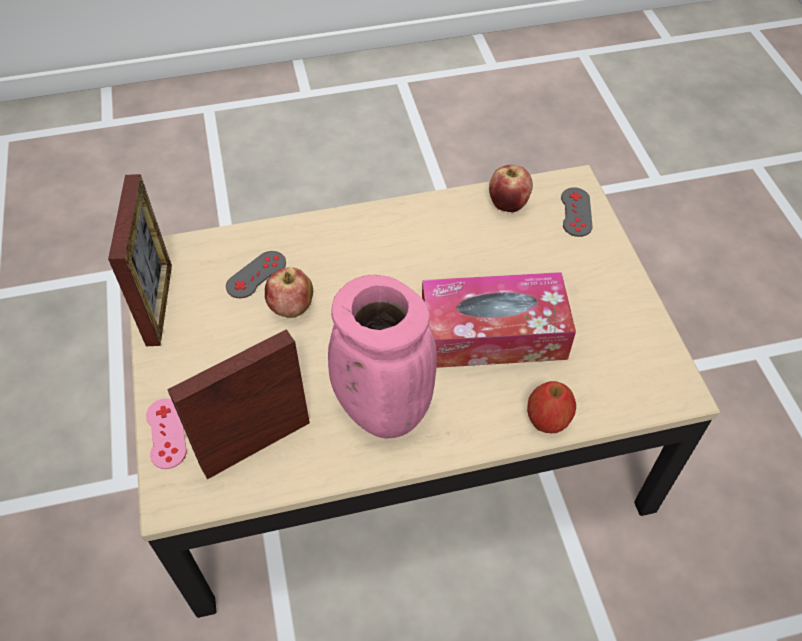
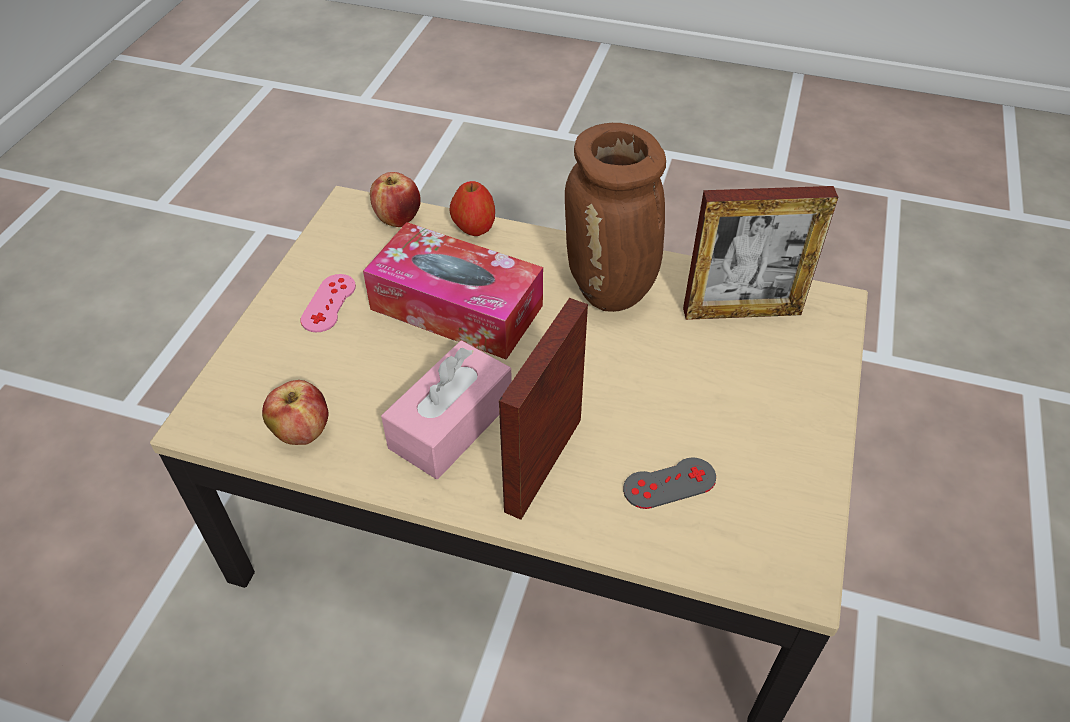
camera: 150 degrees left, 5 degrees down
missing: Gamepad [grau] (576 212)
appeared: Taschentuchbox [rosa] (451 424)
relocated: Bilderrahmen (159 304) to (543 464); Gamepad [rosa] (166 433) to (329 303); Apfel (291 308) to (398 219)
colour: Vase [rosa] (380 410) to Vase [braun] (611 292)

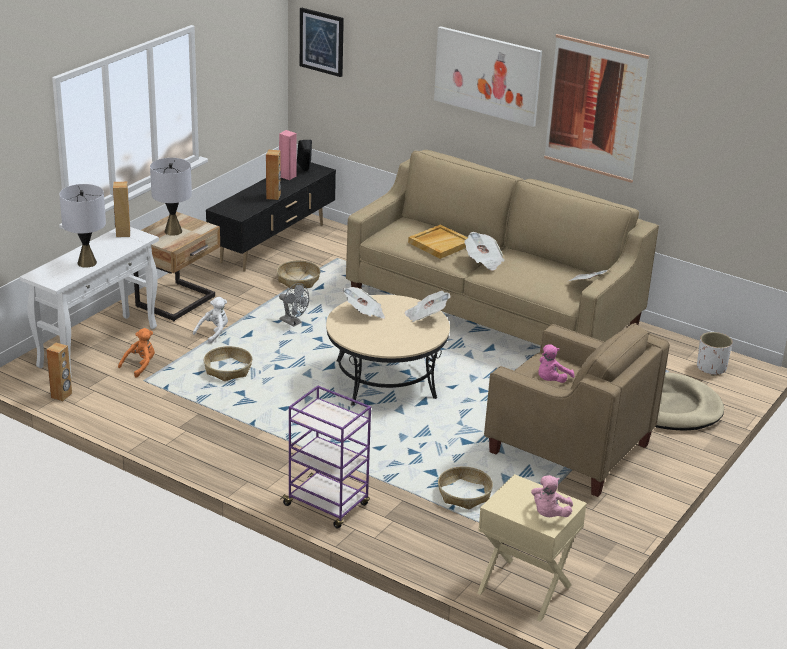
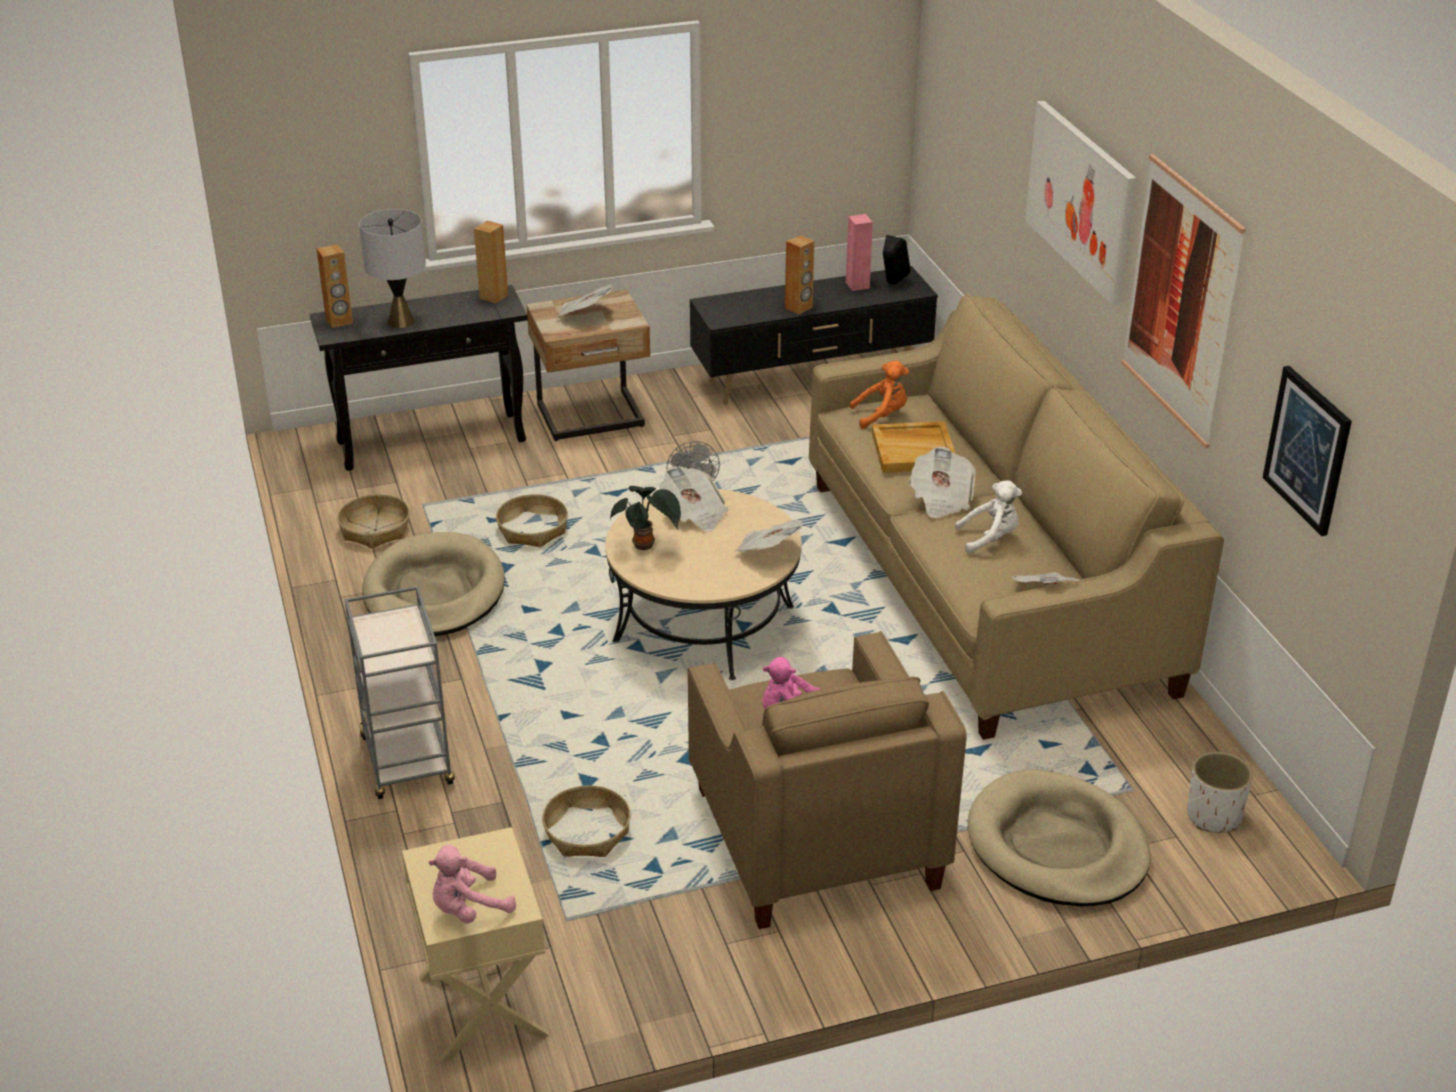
camera: 40 degrees right, 5 degrees up
appeared: Hundebett [beige] (434 592); Topfpflanze (646 546)
relocated: Lautsprecher [braun] (61 395) to (339 321); Plüschtier [orange] (140 366) to (882 415); Plüschtier [weiß] (214 333) to (990 538); Korb (298 280) to (375 530); Bild (322 42) to (1308 450)
exchanged: Tischlampe [grau] (173 231) to Zeitung (584 315)
colour: Konsolentisch [weiß] (98 346) to Konsolentisch [schwarz] (433 441); Rollwagen [lila] (327 505) to Rollwagen [grau] (408 762)

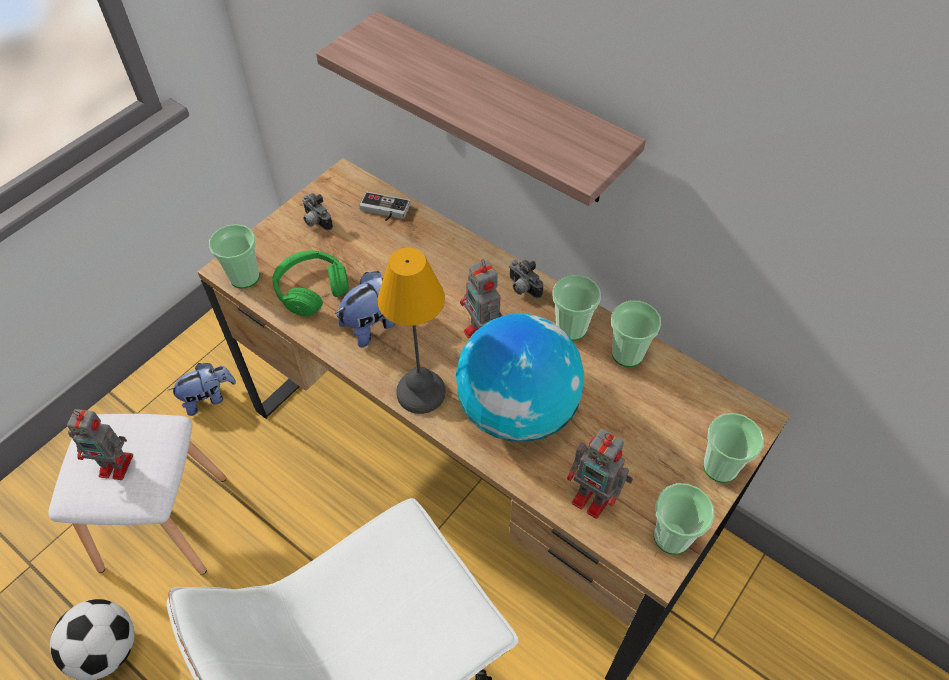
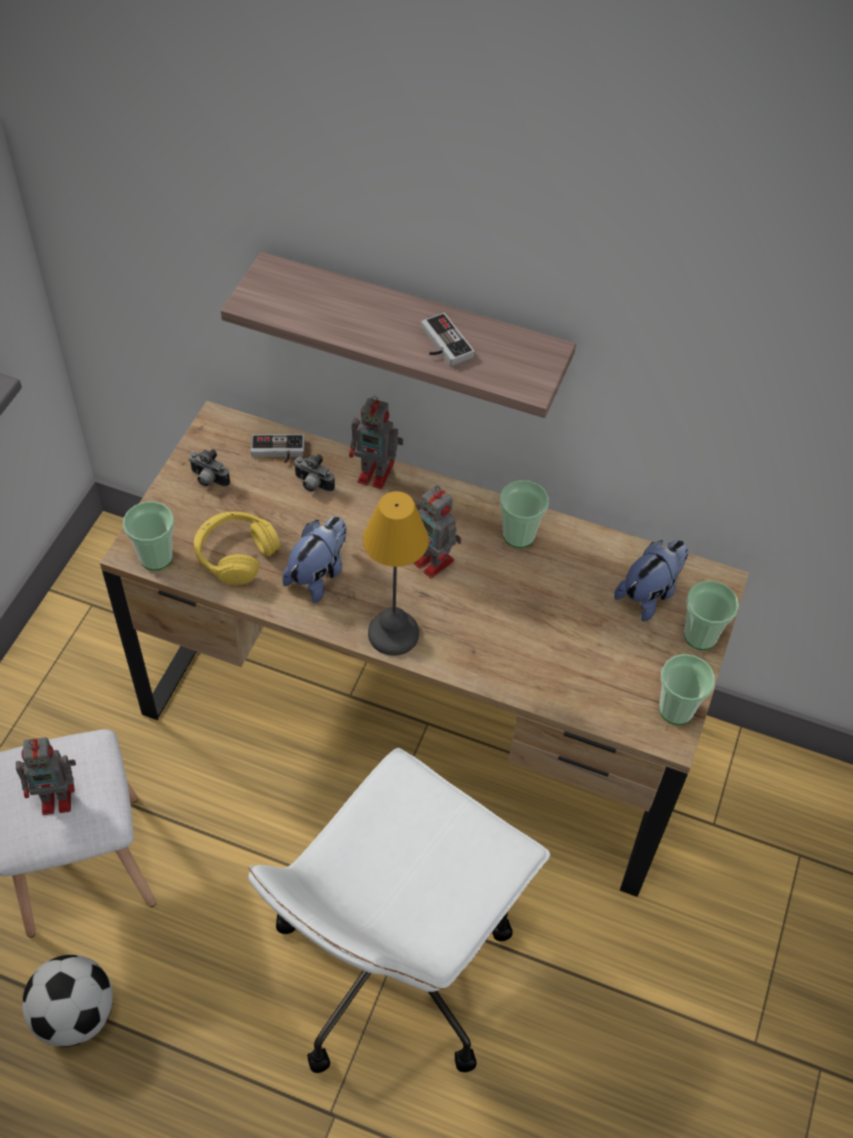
camera: 20 degrees left, 0 degrees up
missing: Globus (517 410); Tasse (627 354)
appeared: Gamepad (441 344)
relocated: Plüschtier (208 398) to (649 594); Kamera (522 289) to (312 485); Spielzeugroboter (595 498) to (376 475)
colour: Kopfhörer [grün] (311 289) to Kopfhörer [gelb] (235 554)

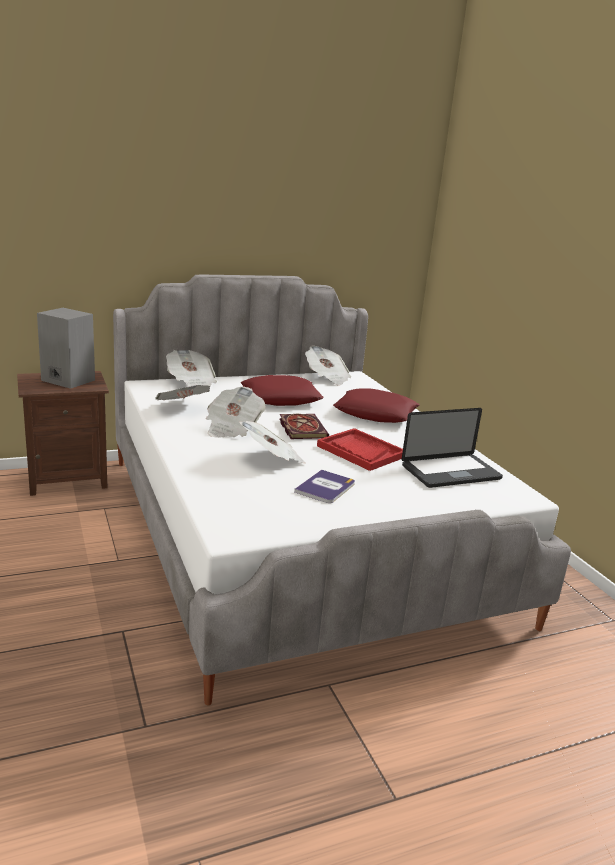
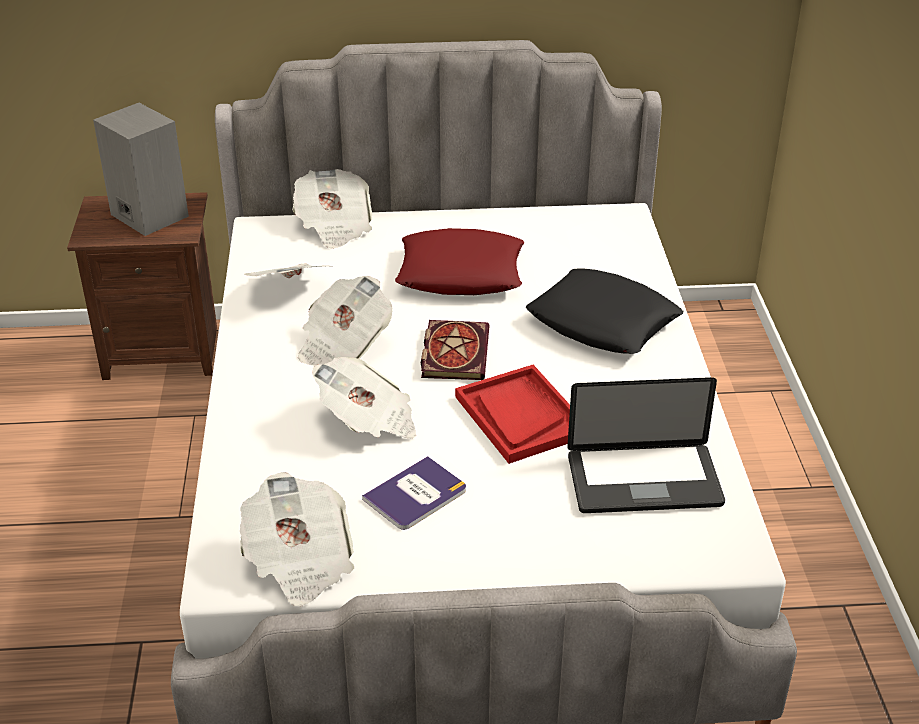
camera: 20 degrees right, 15 degrees up
relocated: Zeitung (327 378) to (299 561)
colour: Kissen [rot] (376 413) to Kissen [schwarz] (603 322)

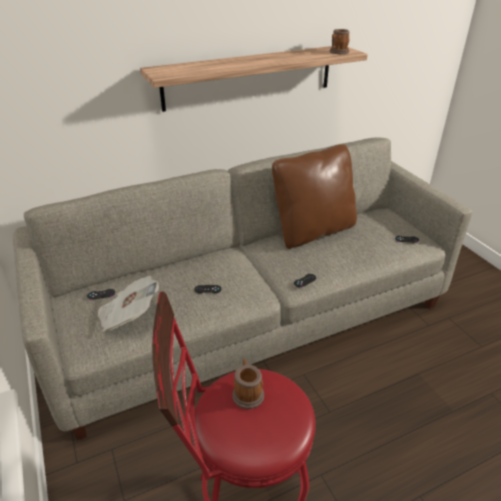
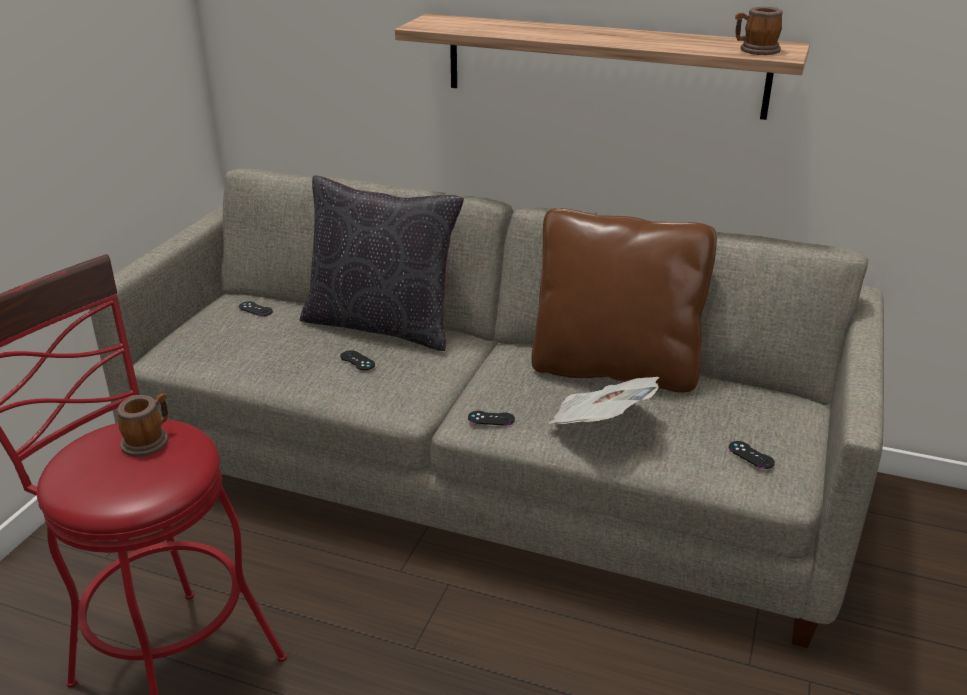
camera: 45 degrees right, 5 degrees down
appeared: Kissen [schwarz] (381 325)
relocated: Zeitung (128 316) to (600 424)

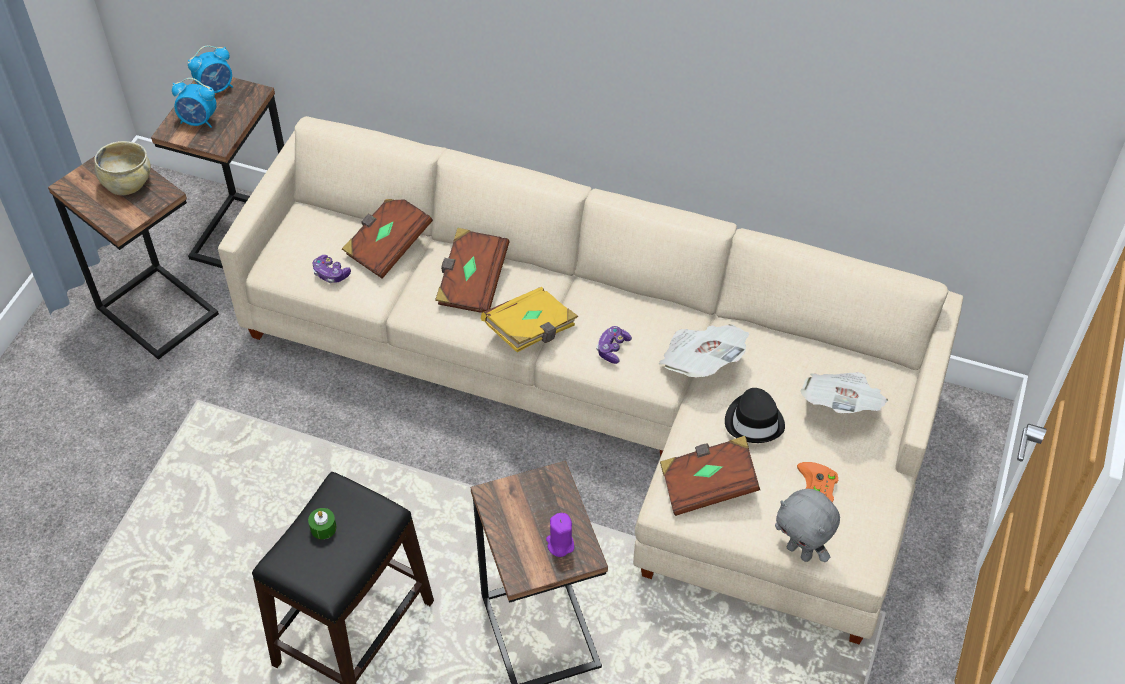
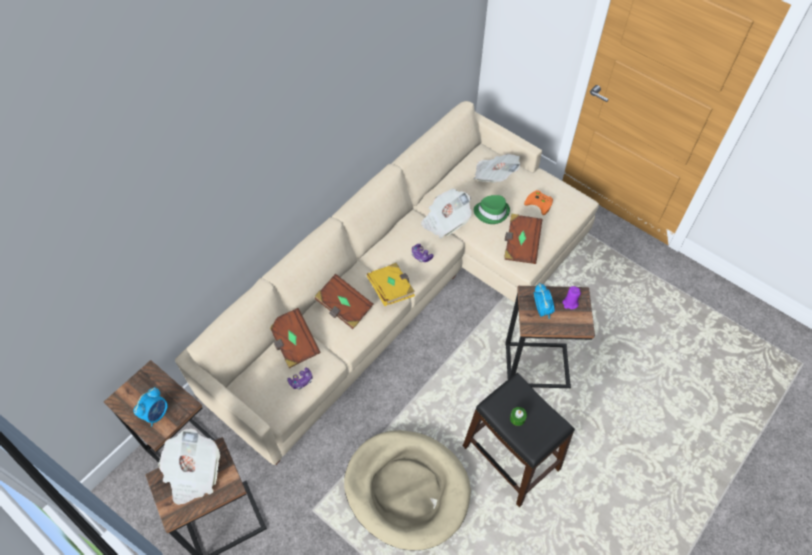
camera: 70 degrees left, 5 degrees up
missing: Plüschtier [grau] (800 551)
appeared: Hundebett [beige] (407 489)
relocated: Wecker (216 88) to (541 309)
exchanged: Schüssel [beige] (127 183) to Zeitung (192 473)
colour: Hut [schwarz] (754 421) to Hut [grün] (491 212)

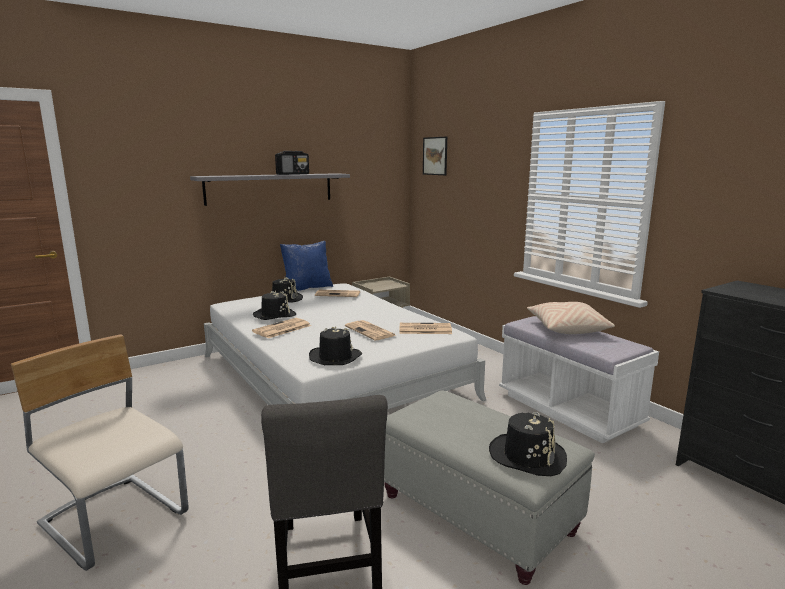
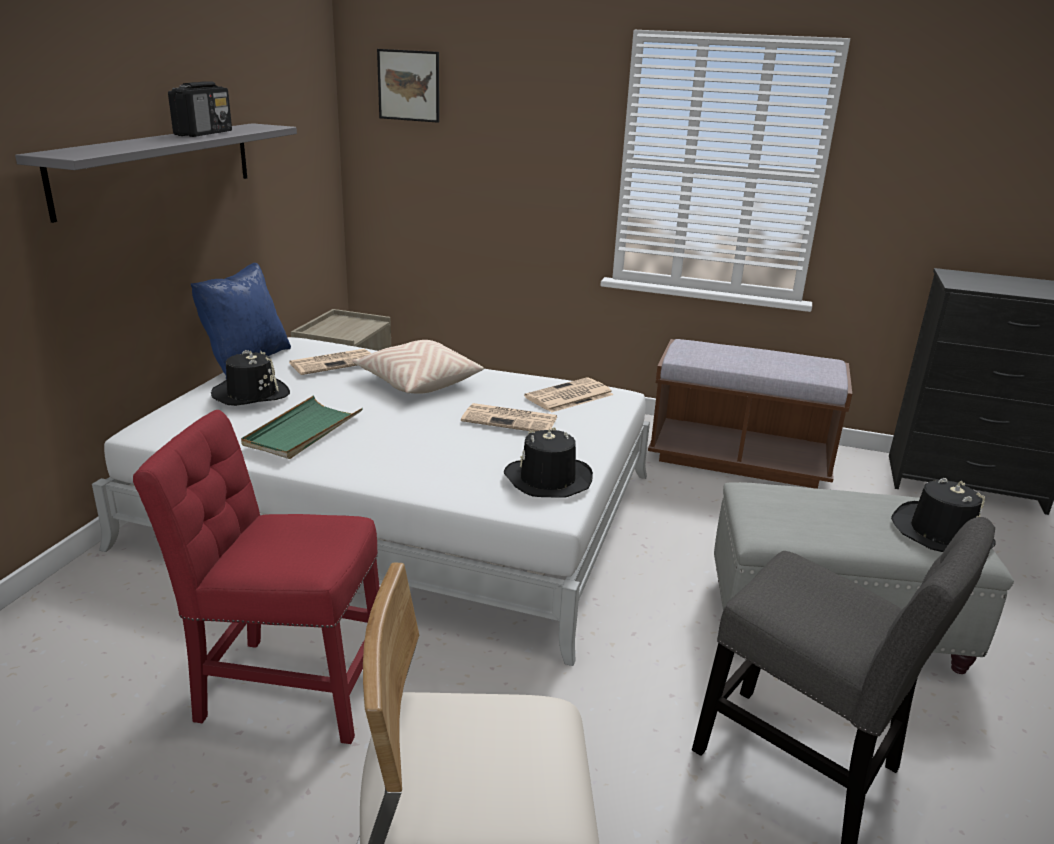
camera: 40 degrees left, 10 degrees up
missing: Zeitung (281 329)
appeared: Stuhl [rot] (285 688)
relocated: Kissen [beige] (566 328) to (417 382)
exchanged: Hut [schwarz] (274 315) to Tablett [grün] (303 431)
colour: Bank [weiß] (568 410) to Bank [braun] (739 459)

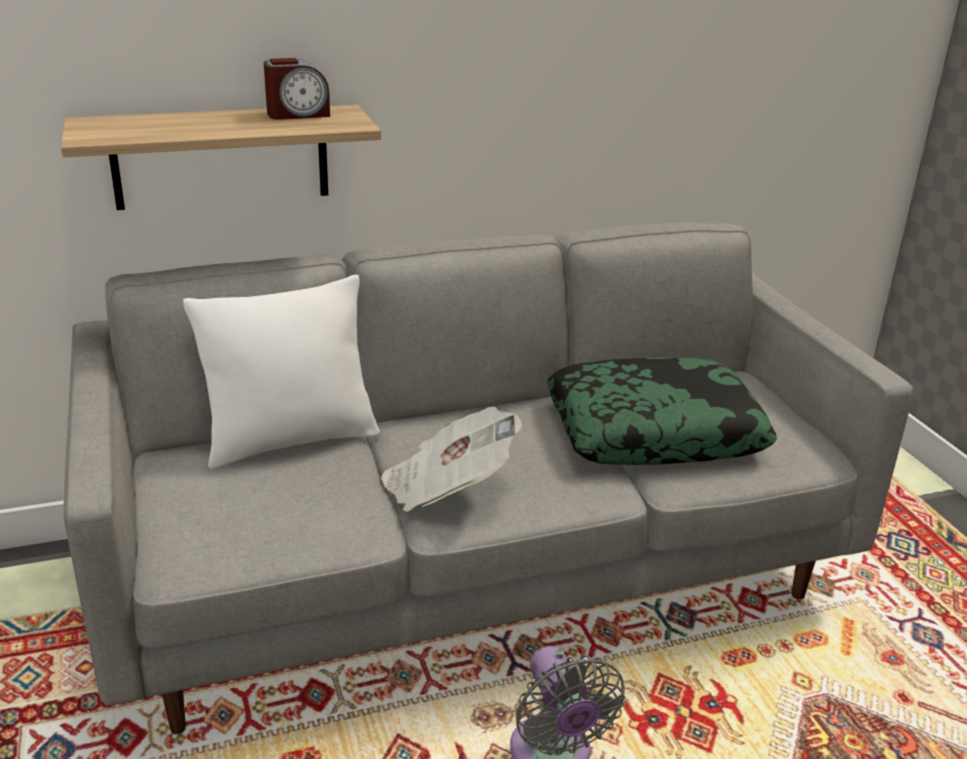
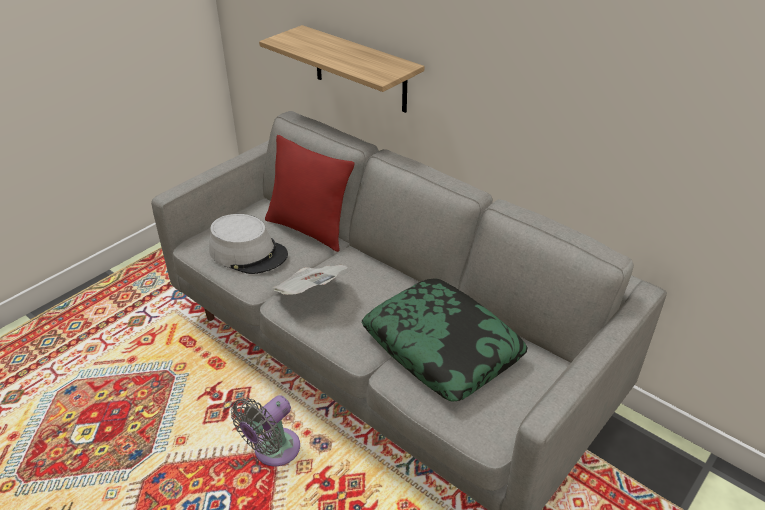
camera: 60 degrees right, 10 degrees up
missing: Wecker (298 114)
appeared: Hut [grau] (248 253)
colour: Kissen [weiß] (291 440) to Kissen [rot] (309 229)

